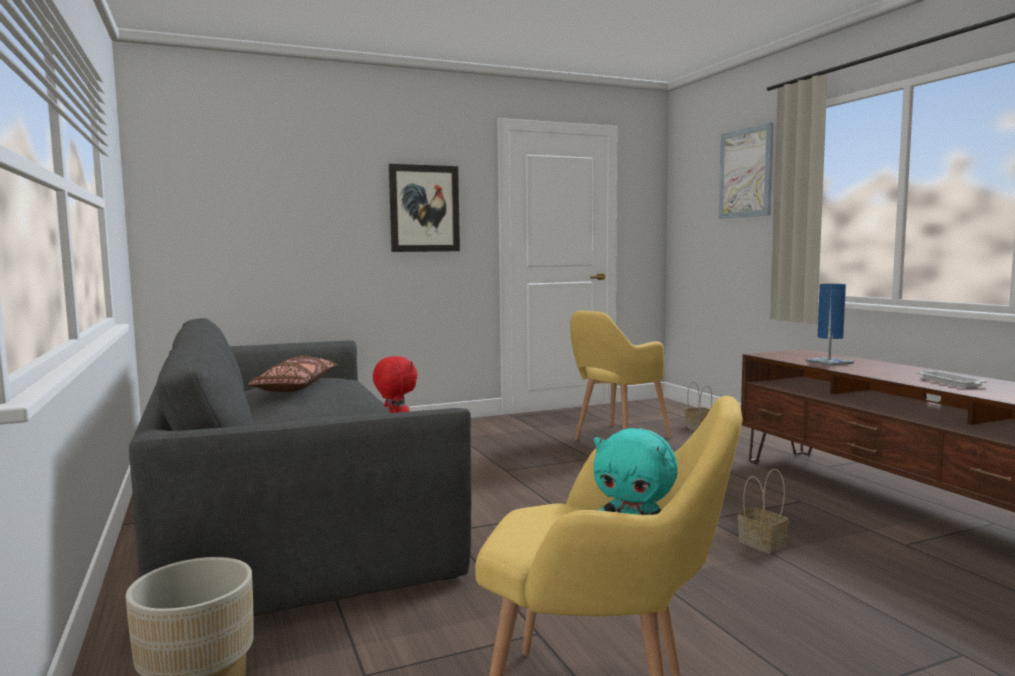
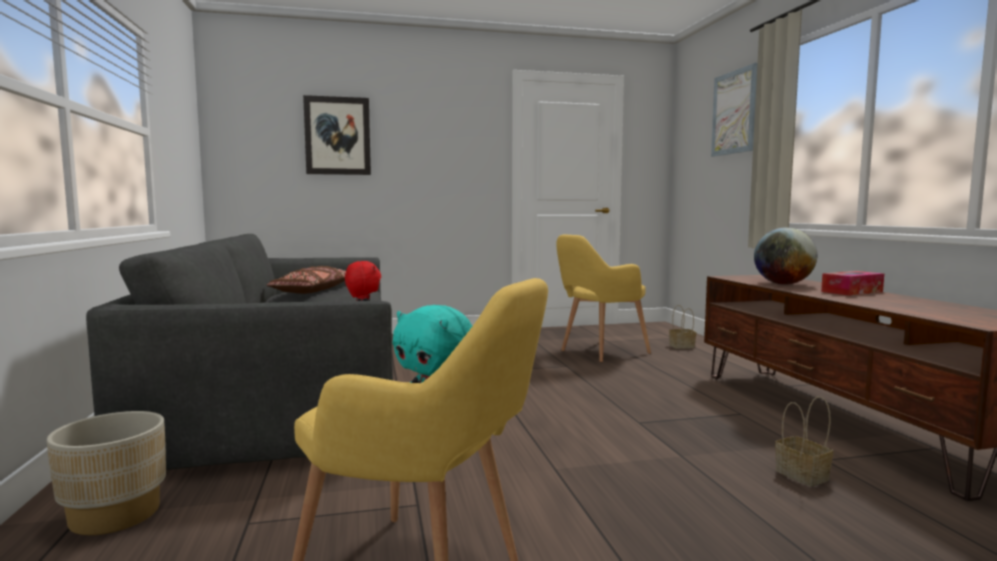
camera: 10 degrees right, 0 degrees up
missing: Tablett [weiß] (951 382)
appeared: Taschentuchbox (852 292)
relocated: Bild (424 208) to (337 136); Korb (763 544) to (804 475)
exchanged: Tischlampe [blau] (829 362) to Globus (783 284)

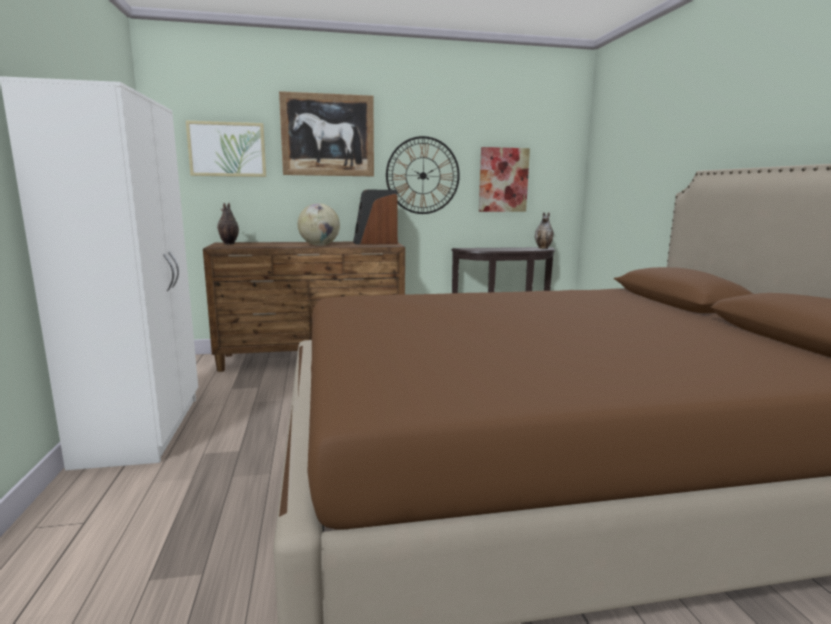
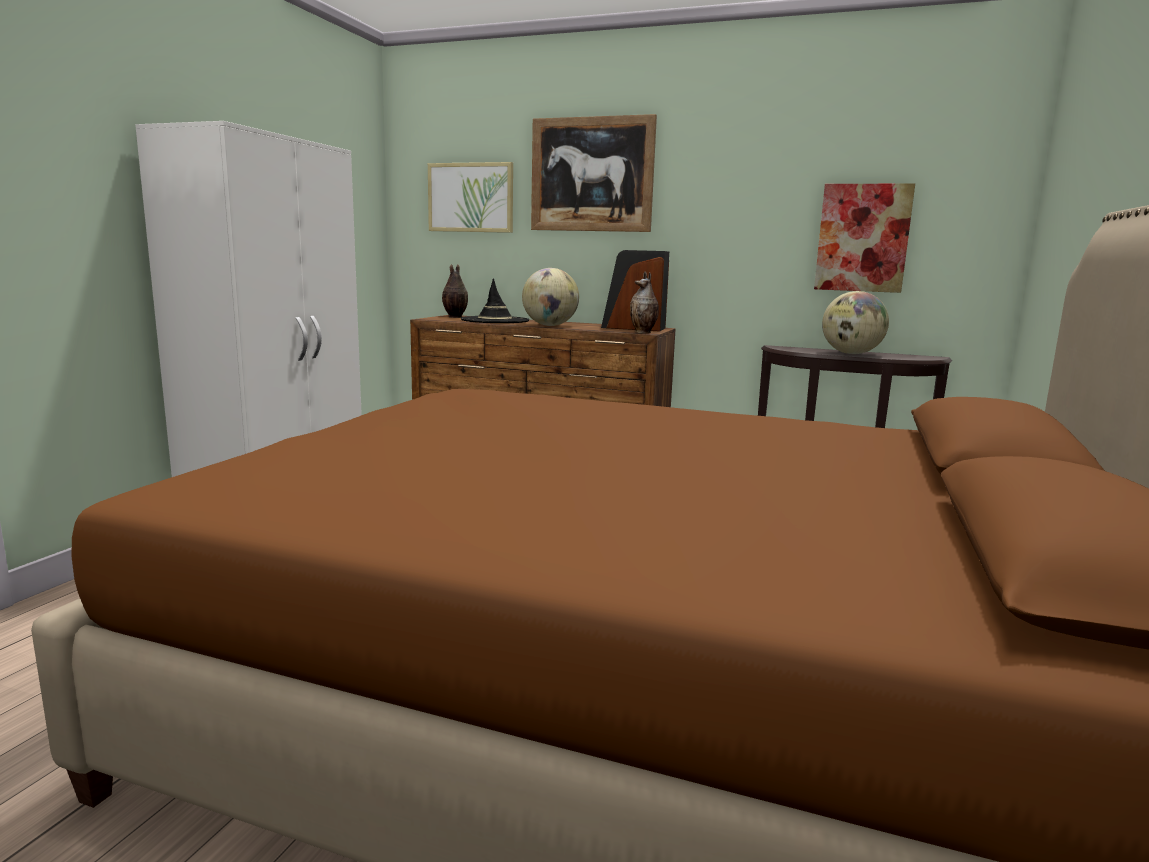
camera: 30 degrees right, 0 degrees up
missing: Wanduhr (423 175)
appeared: Hut [schwarz] (495 320); Globus (851 353)
relocated: Vase (543 248) to (644 332)

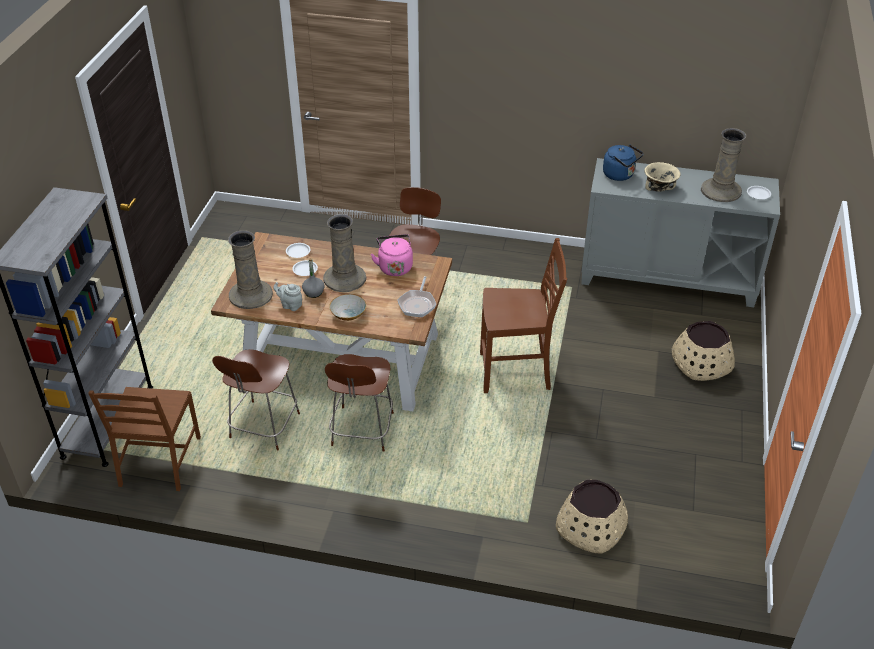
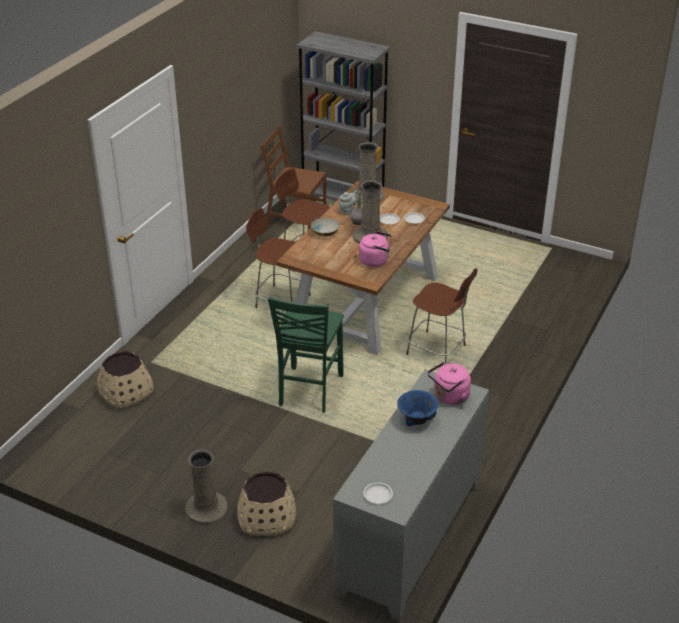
camera: 105 degrees right, 5 degrees down
missing: Pfanne (417 304)
relocated: Vase [beige] (720 190) to (207 508)
colour: Stuhl [braun] (516 373) to Stuhl [grün] (309 391); Wasserkessel [blau] (620 175) to Wasserkessel [rosa] (449 397); Schüssel [beige] (659 187) to Schüssel [blau] (416 419)

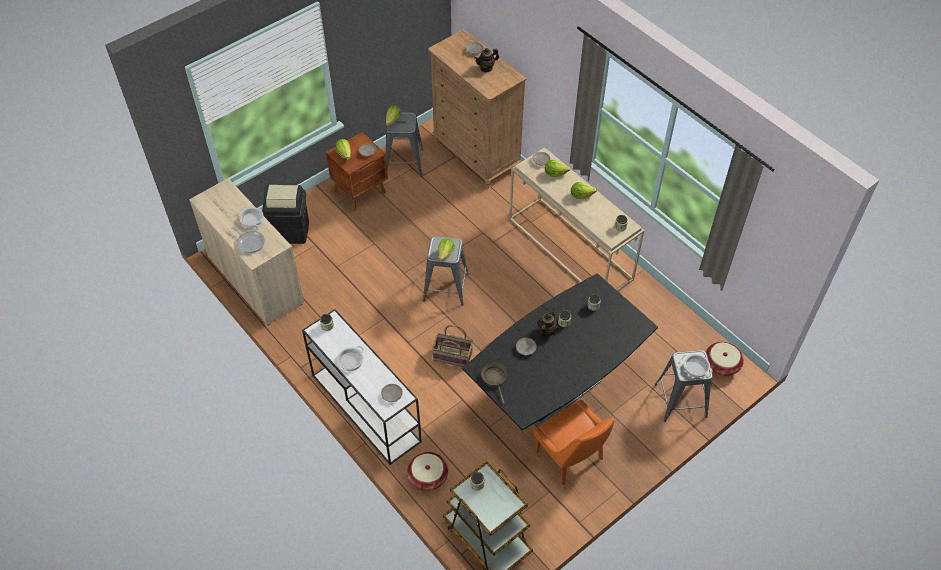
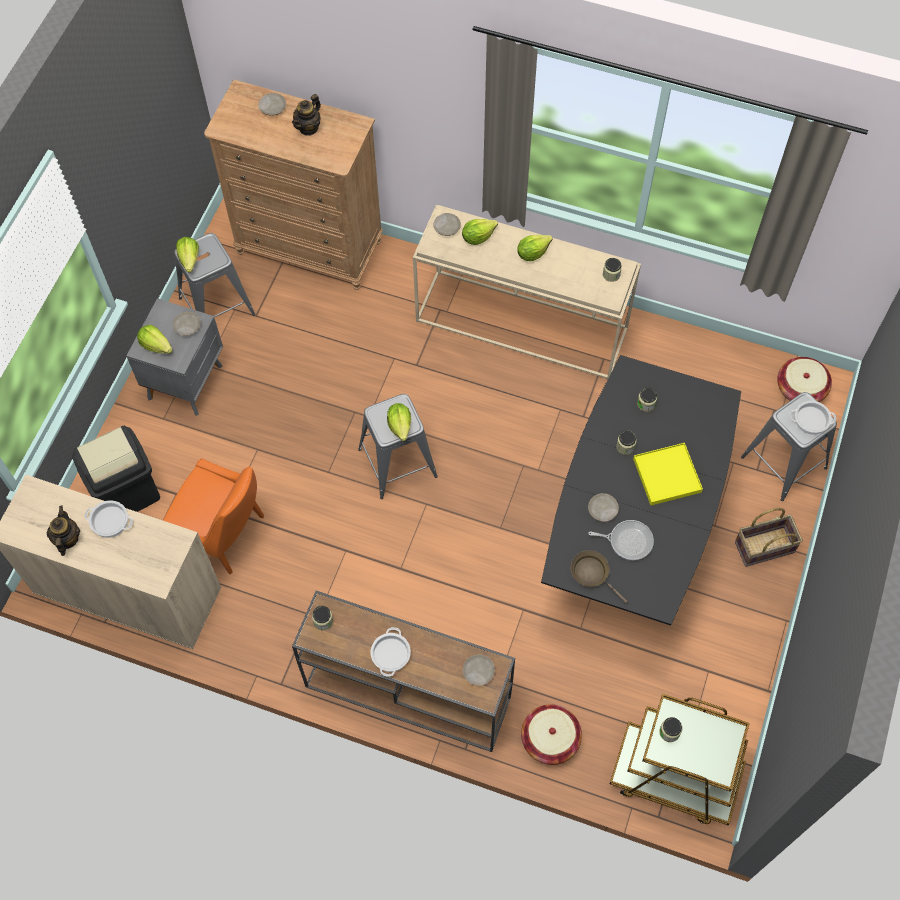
camera: 30 degrees left, 10 degrees up
appeared: Tablett [gelb] (667 475)
relocated: Pfanne (250 242) to (628 541); Korb (452 356) to (764 548); Stuhl [orange] (570 457) to (223 534); Teekanne (546 331) to (67 539)
colour: Konsolentisch [weiß] (364 407) to Konsolentisch [braun] (405 691); Nachttisch [braun] (361 192) to Nachttisch [grau] (187 381)

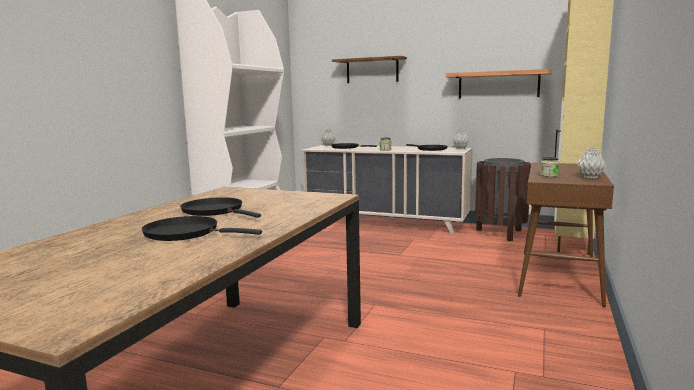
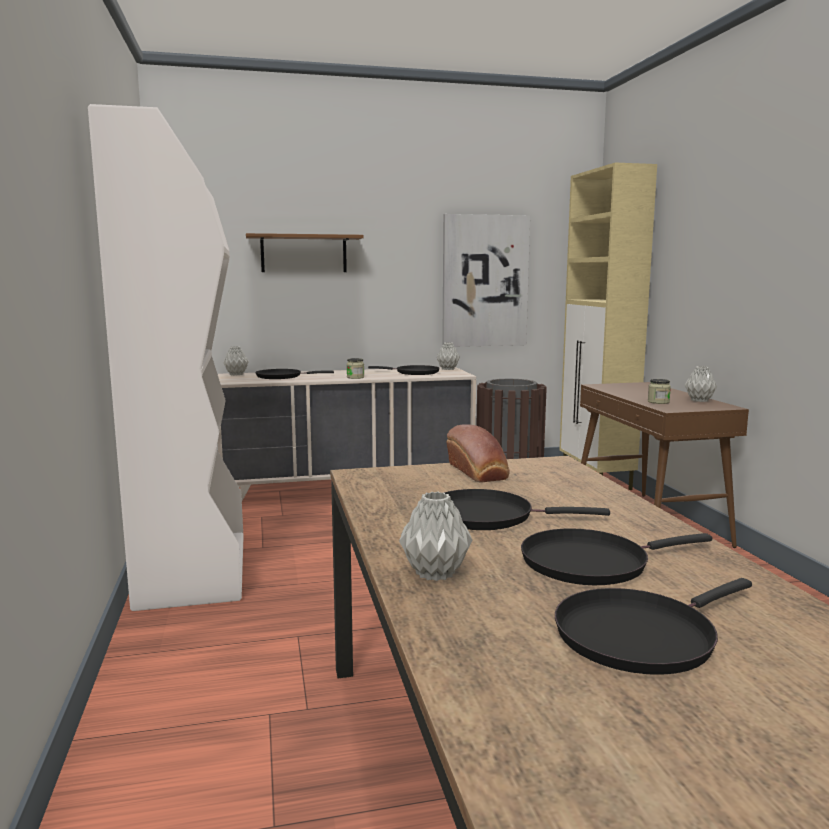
camera: 35 degrees left, 0 degrees up
appeared: Vase [grau] (434 573); Brot (478 472); Pfanne [schwarz] (640 635)
exchanged: Wandregal (498 85) to Bild (485 281)

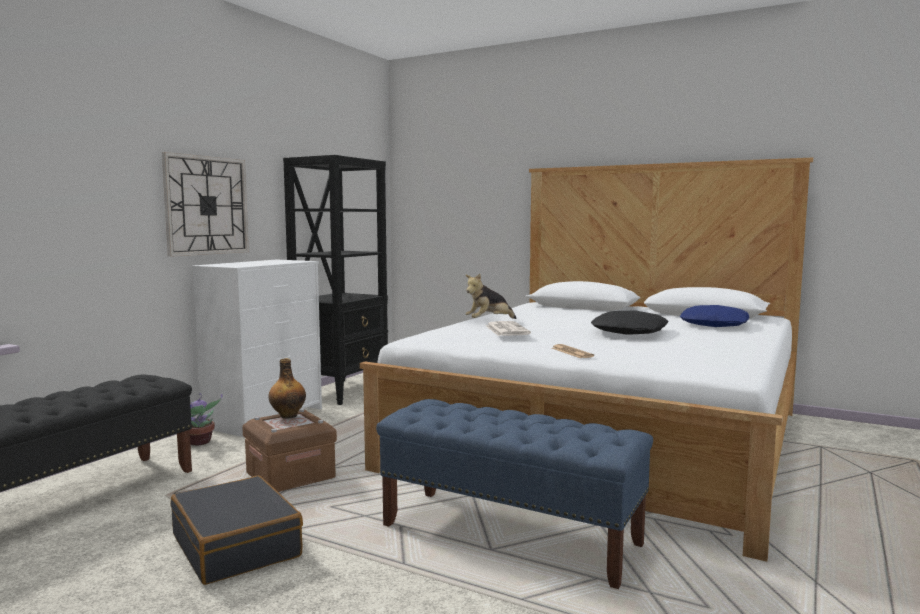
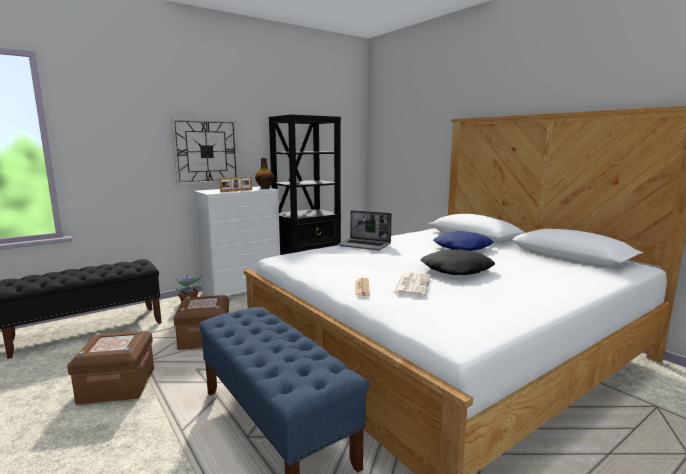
camera: 25 degrees right, 5 degrees up
appeared: Bilderrahmen (236 191)
relocated: Flasche (288 416) to (265 188); Zeitung (506 330) to (412 285); Kissen [blau] (715 324) to (463 247)
exchanged: Koffer [schwarz] (237 545) to Aufbewahrungsbox [braun] (117 385); Plüschtier (489 321) to Laptop (365 245)

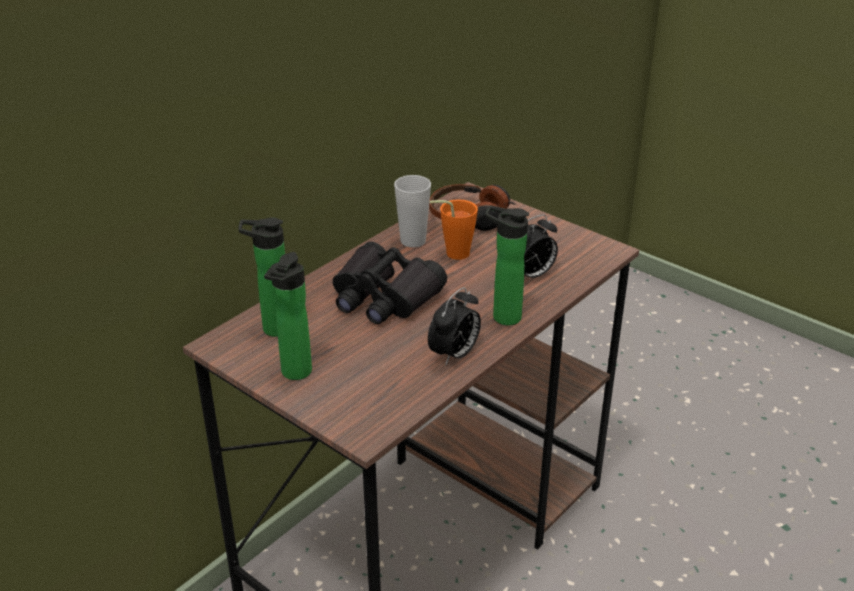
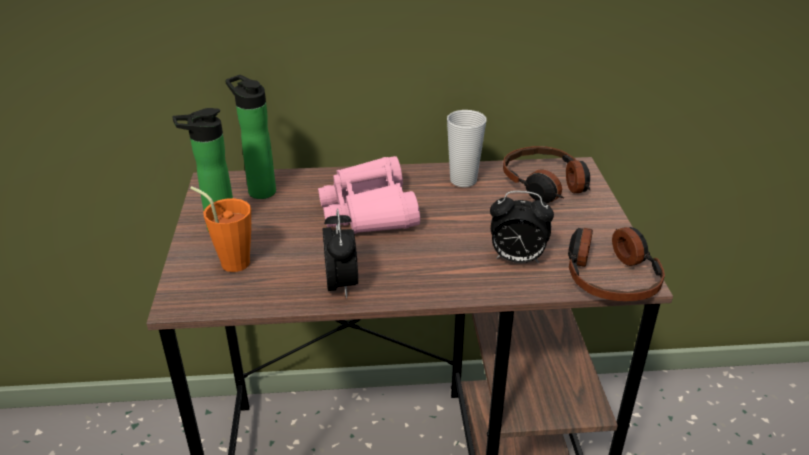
camera: 45 degrees right, 0 degrees up
missing: Flasche (502 316)
appeared: Kopfhörer (609 276)
relocated: Tasse [orange] (452 254) to (230 260)
colour: Fernglas [schwarz] (384 297) to Fernglas [rosa] (369 210)
spun: Wecker (454 355) = (342 285) 90 degrees counterclockwise

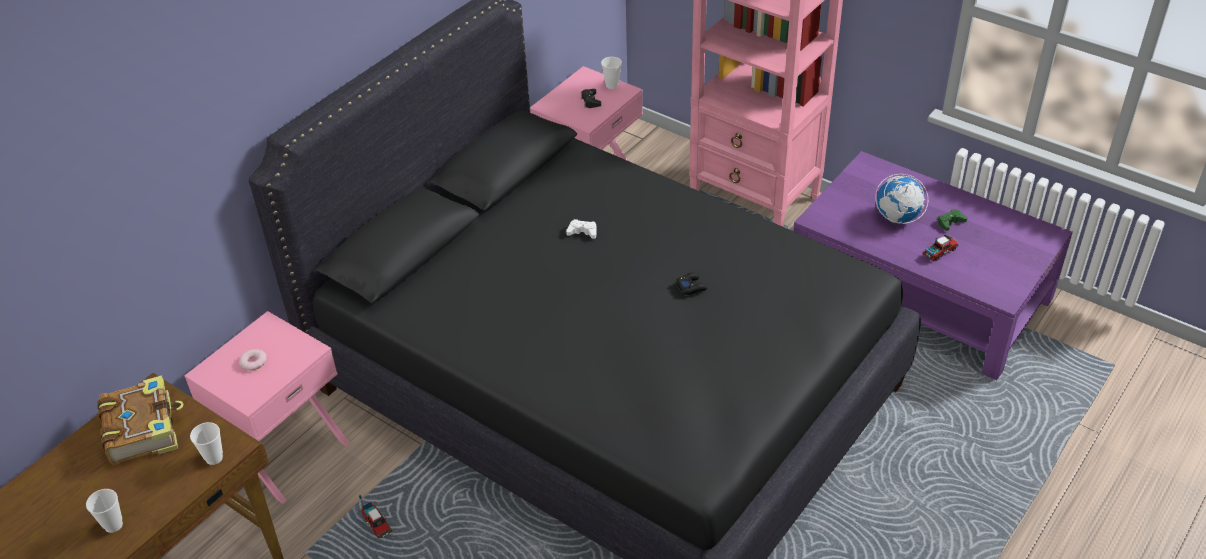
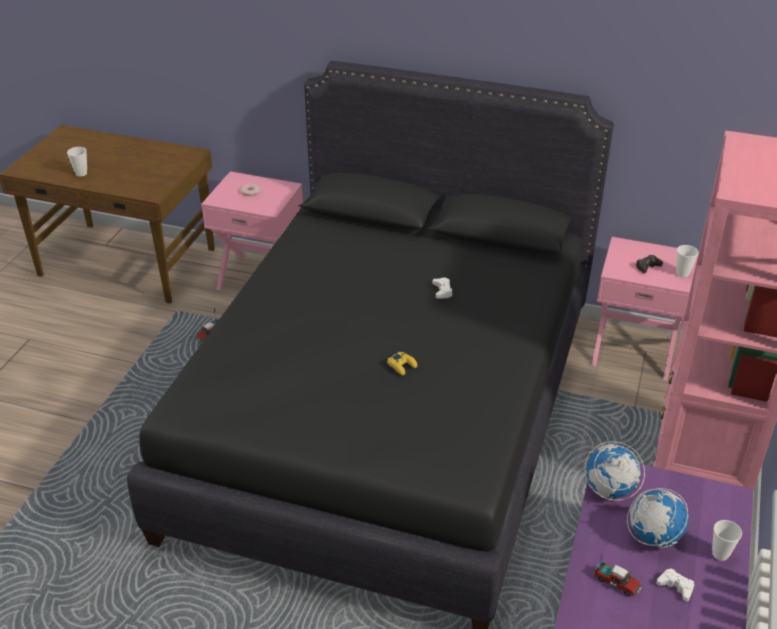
camera: 70 degrees right, 5 degrees down
missing: Buch (143 429)
appeared: Globus (609 490)
relocated: Tasse (214 458) to (720 554)
colour: Gamepad [schwarz] (691 286) to Gamepad [gelb] (402 366); Gamepad [grün] (950 222) to Gamepad [weiß] (676 587)

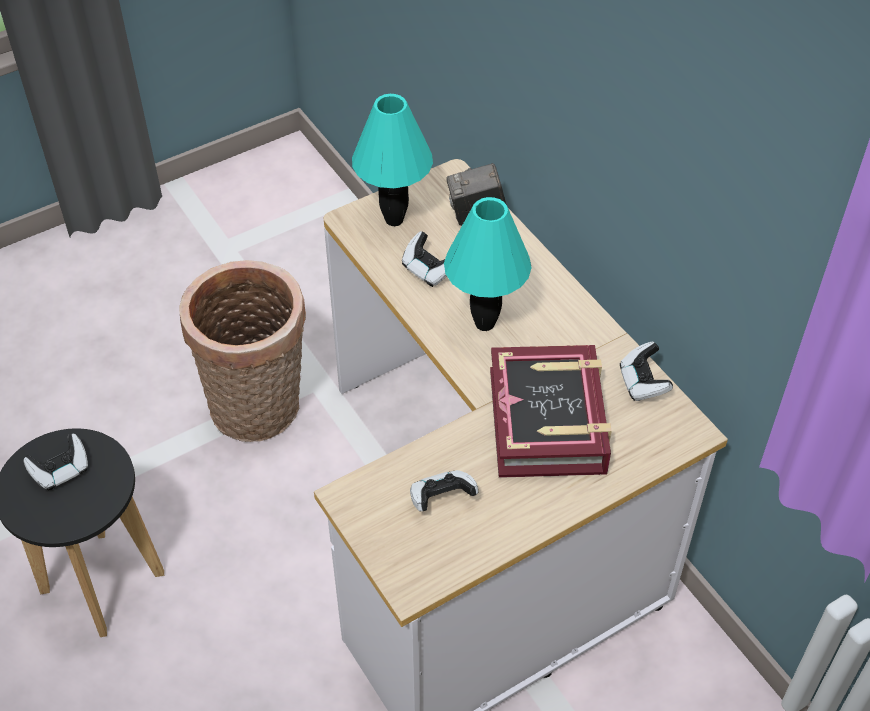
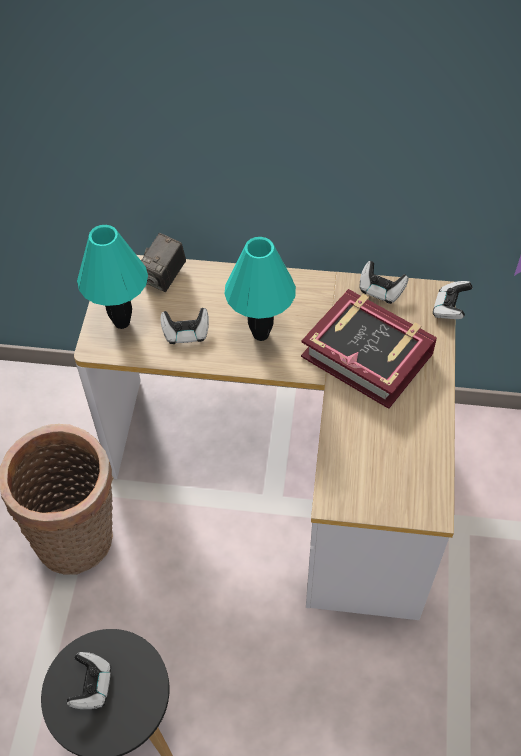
camera: 50 degrees left, 5 degrees up
relocated: Gamepad (441 499) to (450 308)

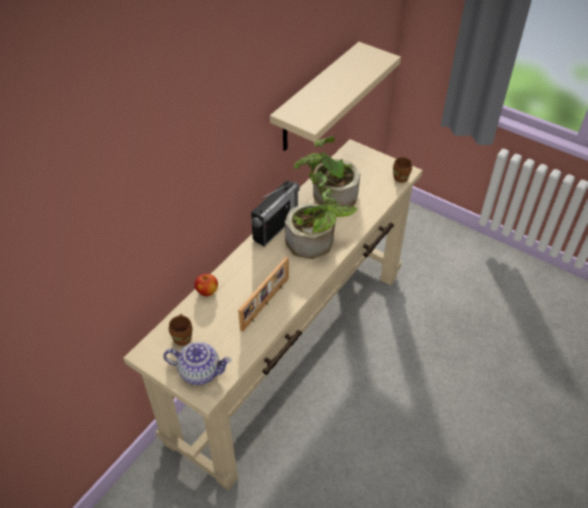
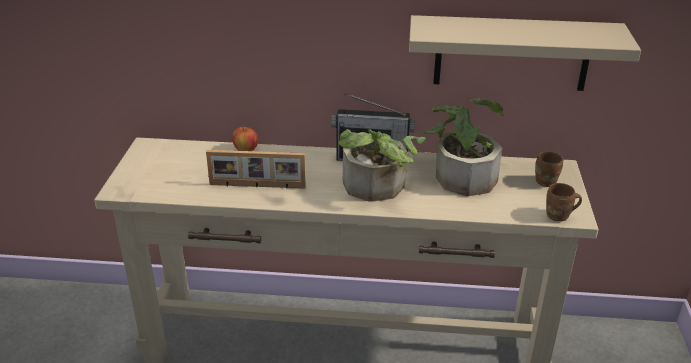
camera: 60 degrees right, 15 degrees down
missing: Teekanne (200 371)
relocated: Henkelbecher [braun] (183 337) to (548 182)

